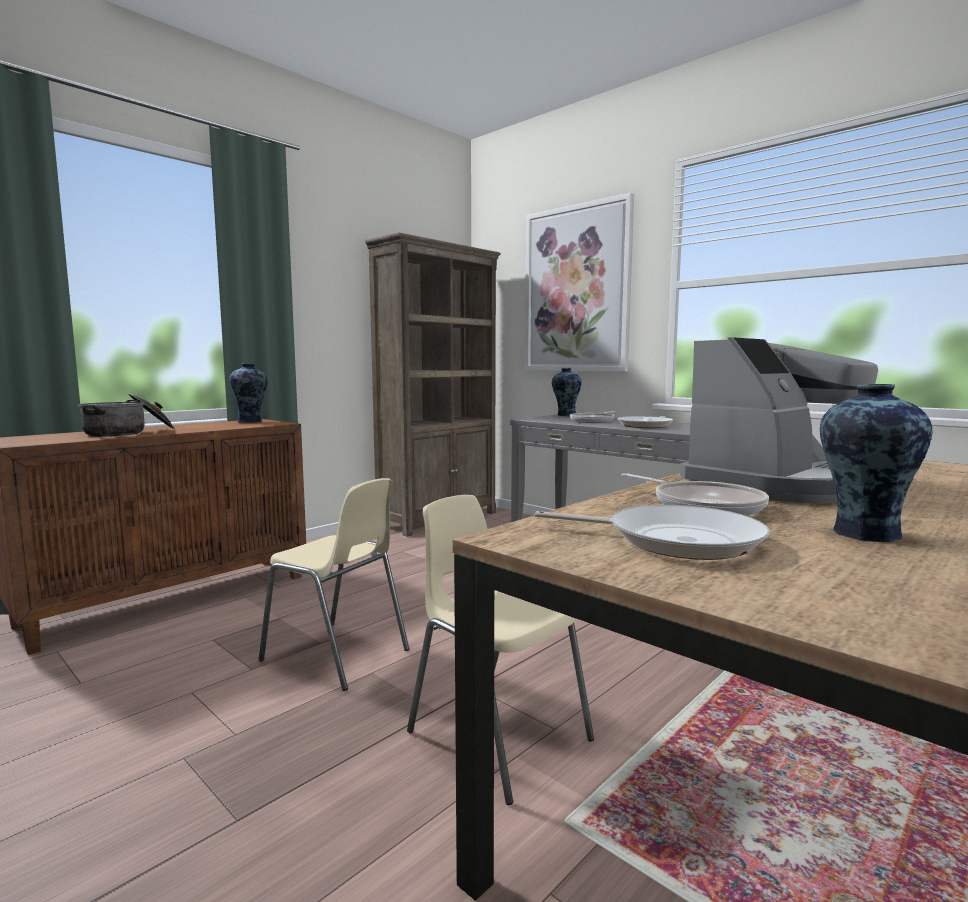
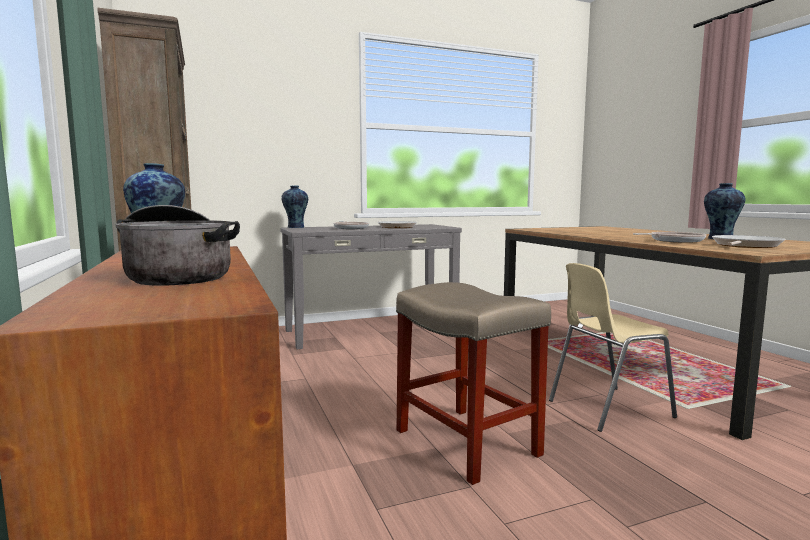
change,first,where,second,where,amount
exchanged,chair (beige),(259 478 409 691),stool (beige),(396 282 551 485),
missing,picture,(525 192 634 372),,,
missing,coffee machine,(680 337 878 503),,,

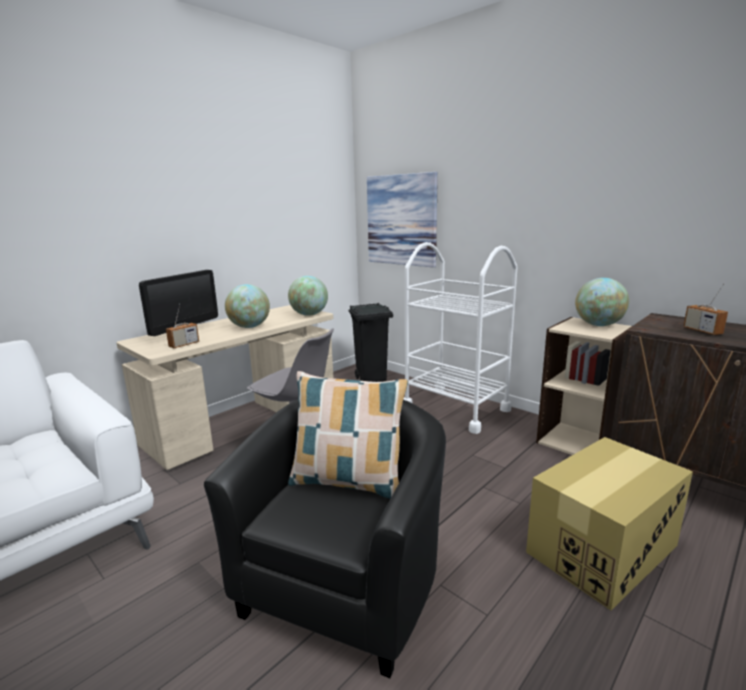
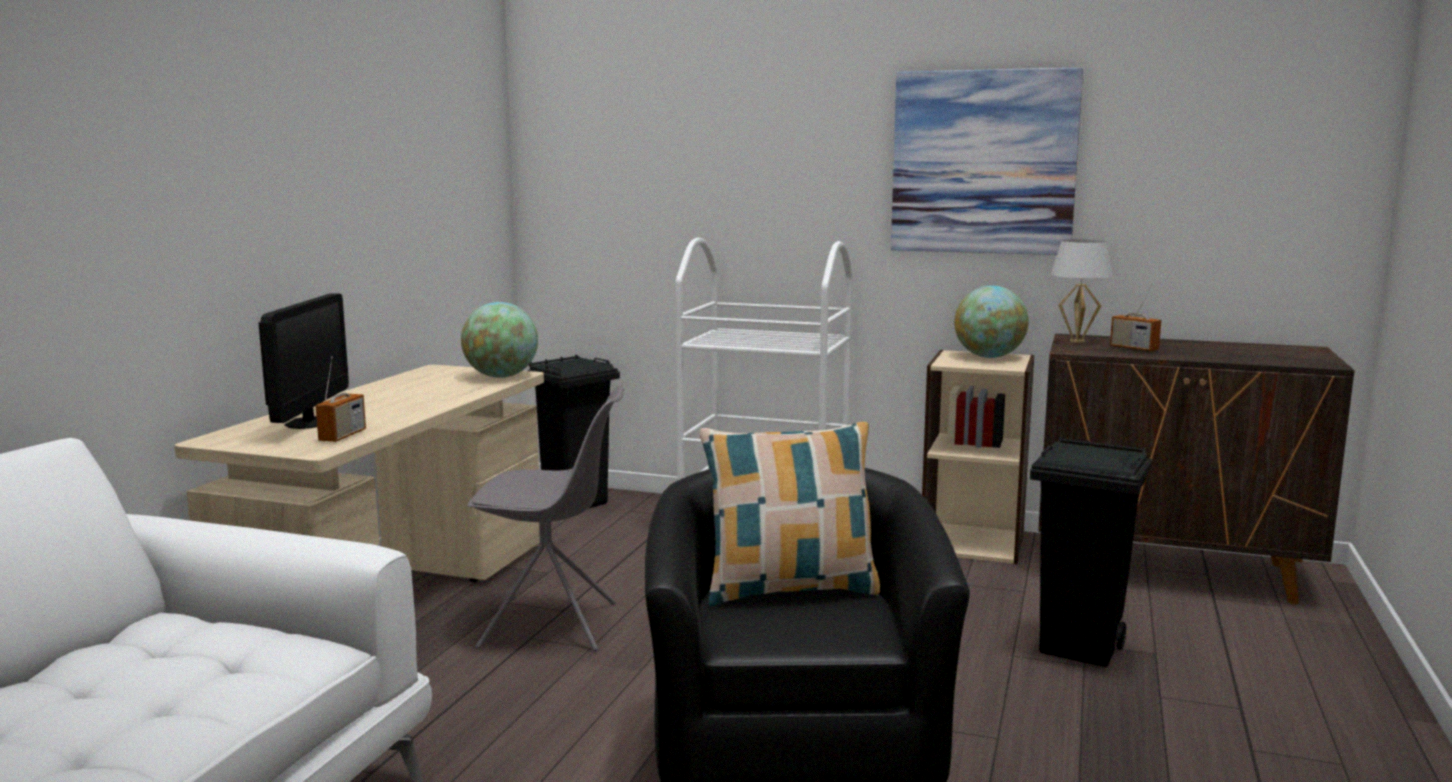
change,first,where,second,where,amount
relocated,picture,(367 172 438 268),,(891 67 1083 255),
exchanged,cardboard box,(526 437 693 610),trash can (black),(1030 437 1152 667),
appeared,,,table lamp (white),(1051 239 1114 343),
missing,globe,(225 284 270 328),,,

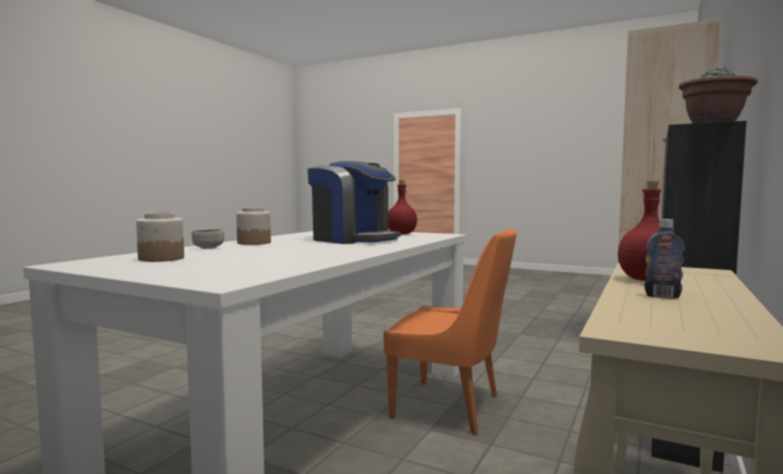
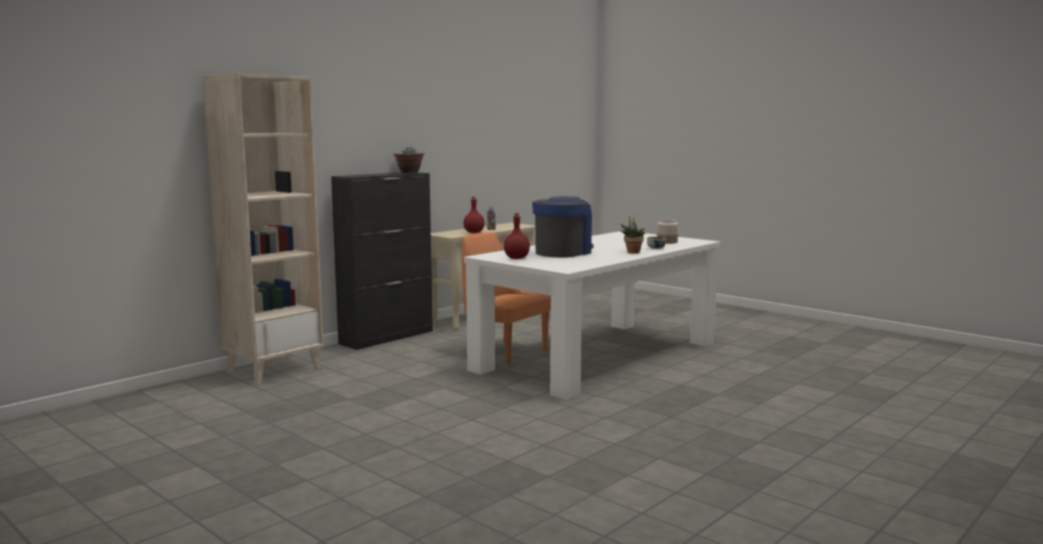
change,first,where,second,where,amount
spun,coffee machine,(308 161 401 244),,(532 196 593 258),75 degrees clockwise
exchanged,jar,(236 207 271 245),potted plant,(620 214 646 253),

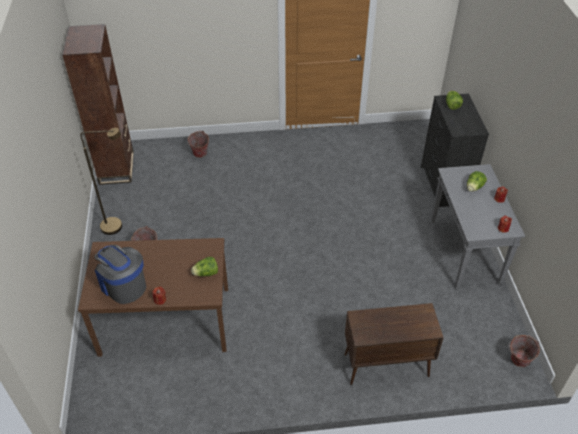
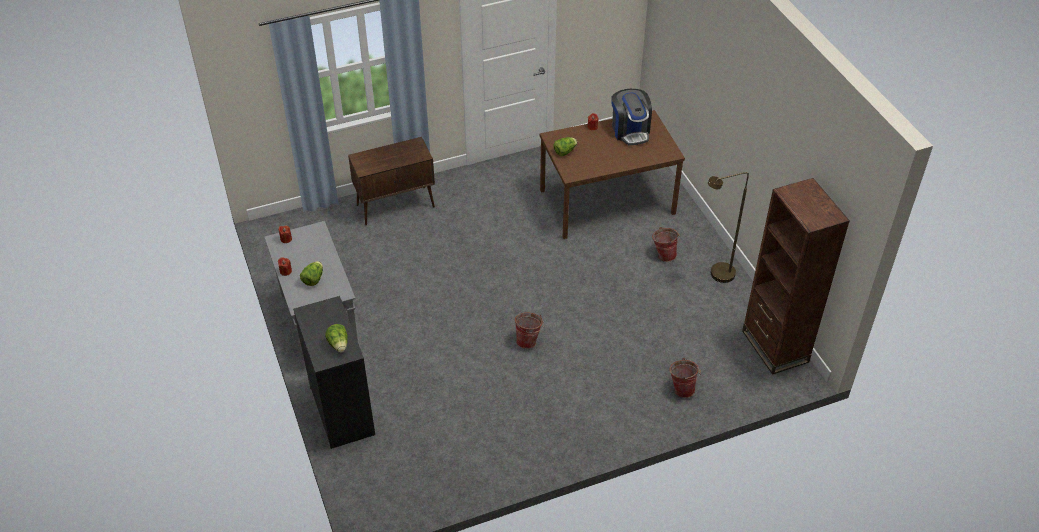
change,first,where,second,where,amount
relocated,bucket,(509 335 540 367),,(515 312 544 349),
spun,coffee machine,(94 245 146 304),,(611 89 652 145),45 degrees clockwise

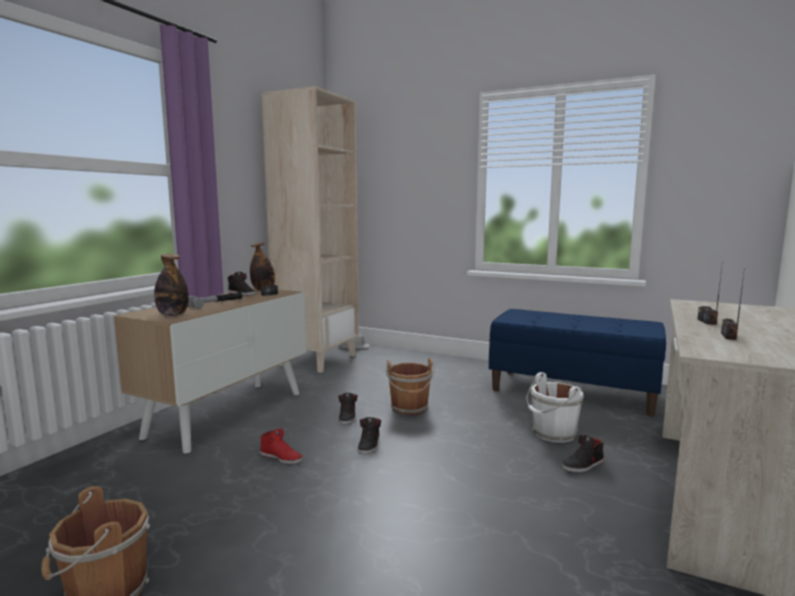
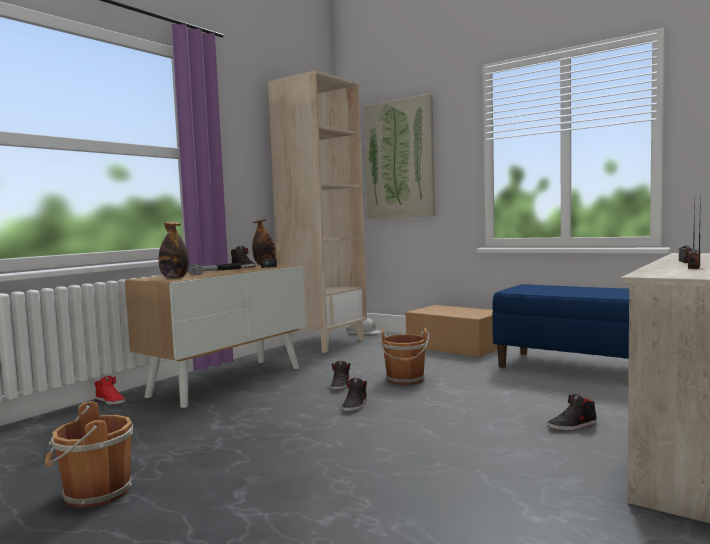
change,first,where,second,where,amount
relocated,shoe (red),(260 428 303 464),,(95 376 125 405),
appeared,,,picture,(364 94 435 219),
appeared,,,cardboard box,(405 305 497 357),
missing,bucket (white),(526 372 584 443),,,

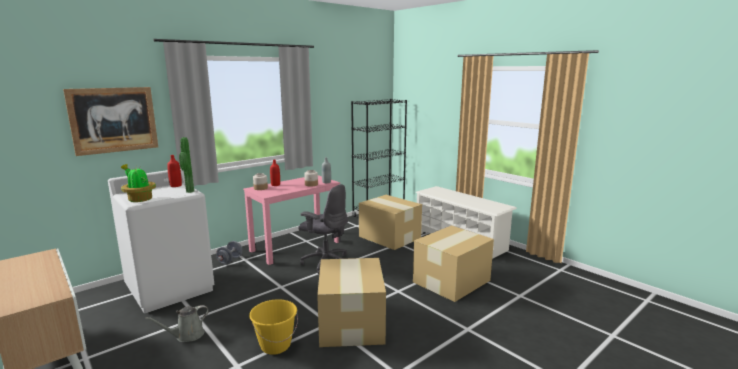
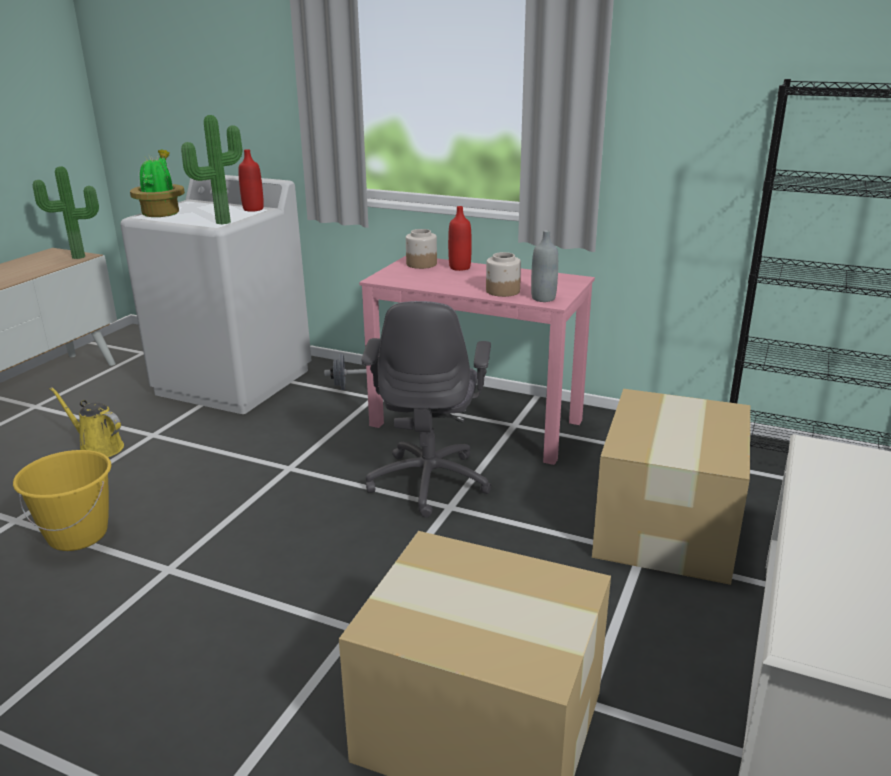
change,first,where,second,where,amount
appeared,,,potted plant,(33 166 99 259),
colour,watering can (grey),(145 305 209 342),watering can (yellow),(50 387 124 457),
missing,picture,(63 87 158 156),,,
missing,cardboard box,(317 258 386 347),,,

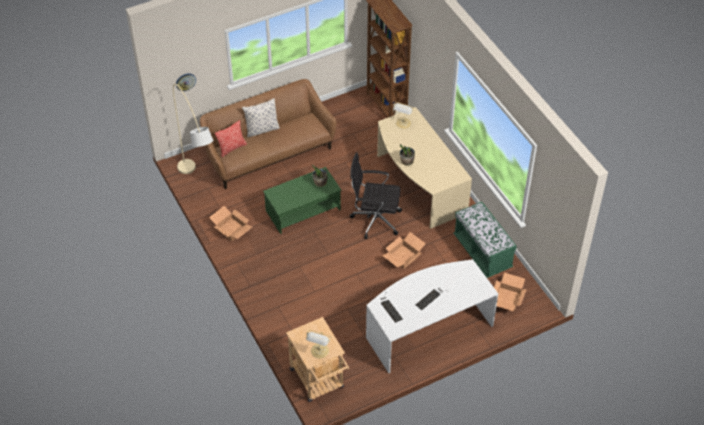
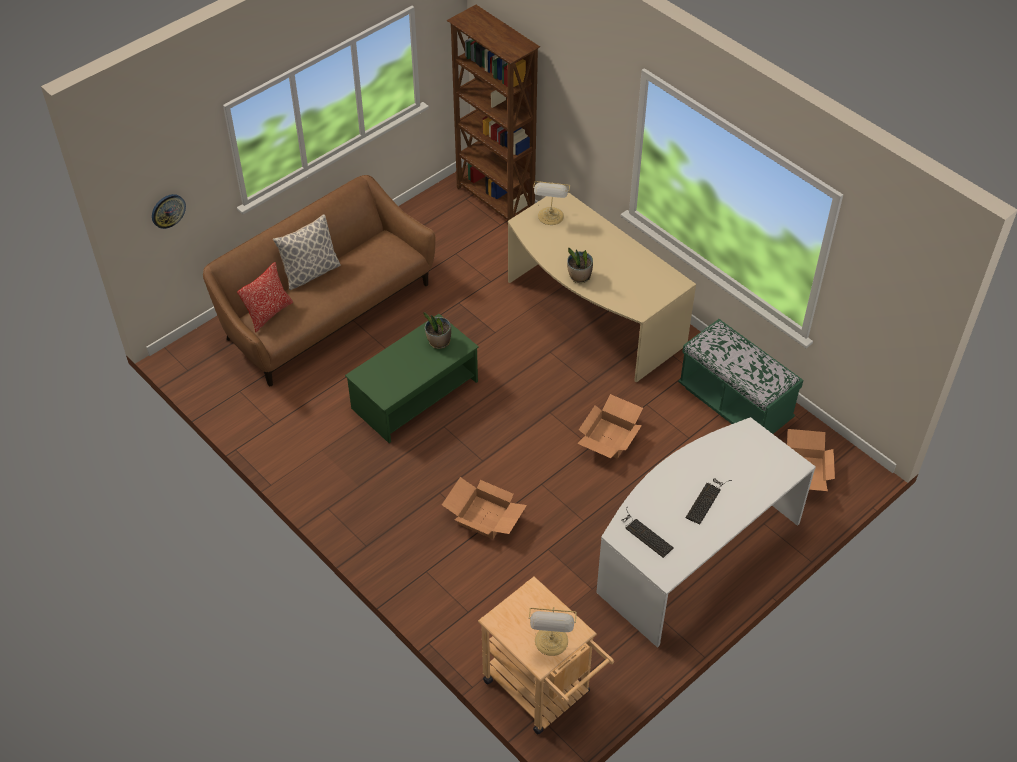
change,first,where,second,where,amount
relocated,cardboard box,(209 206 252 241),,(442 477 527 539),
missing,floor lamp (beige),(173 84 213 174),,,
missing,office chair (black),(350 152 402 239),,,

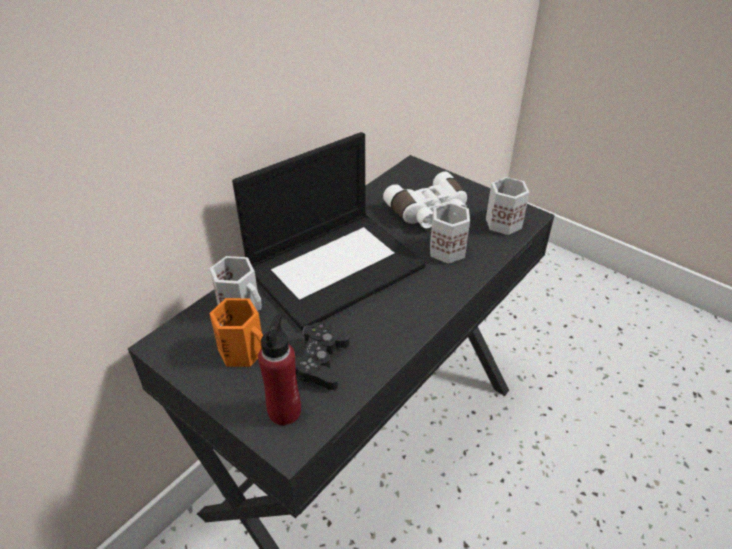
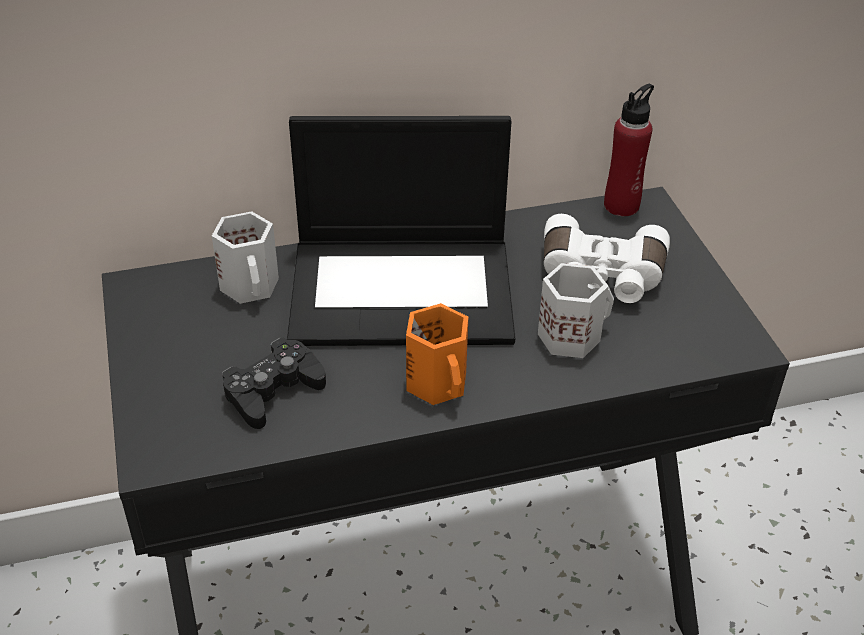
change,first,where,second,where,amount
relocated,mug (orange),(209 298 263 367),,(406 303 468 405),
relocated,bottle (red),(258 315 301 425),,(604 84 654 216),
missing,mug (white),(486 177 530 235),,,

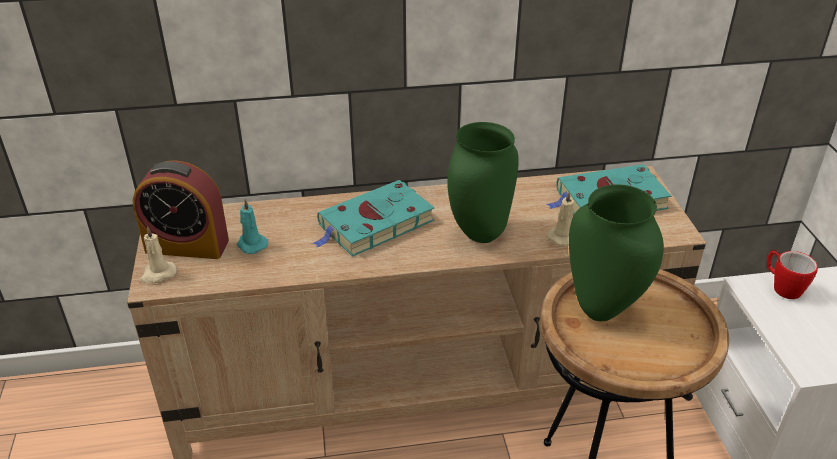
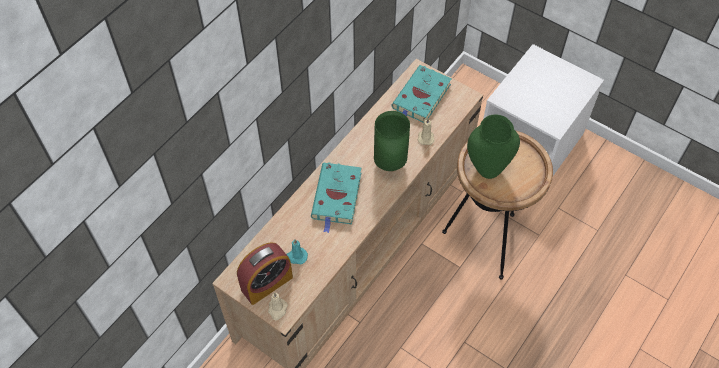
change,first,where,second,where,amount
missing,mug,(767 250 818 299),,,

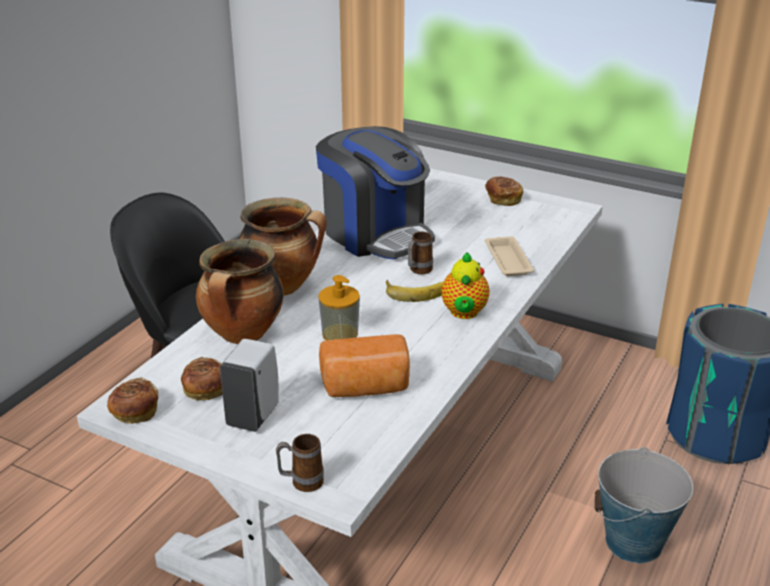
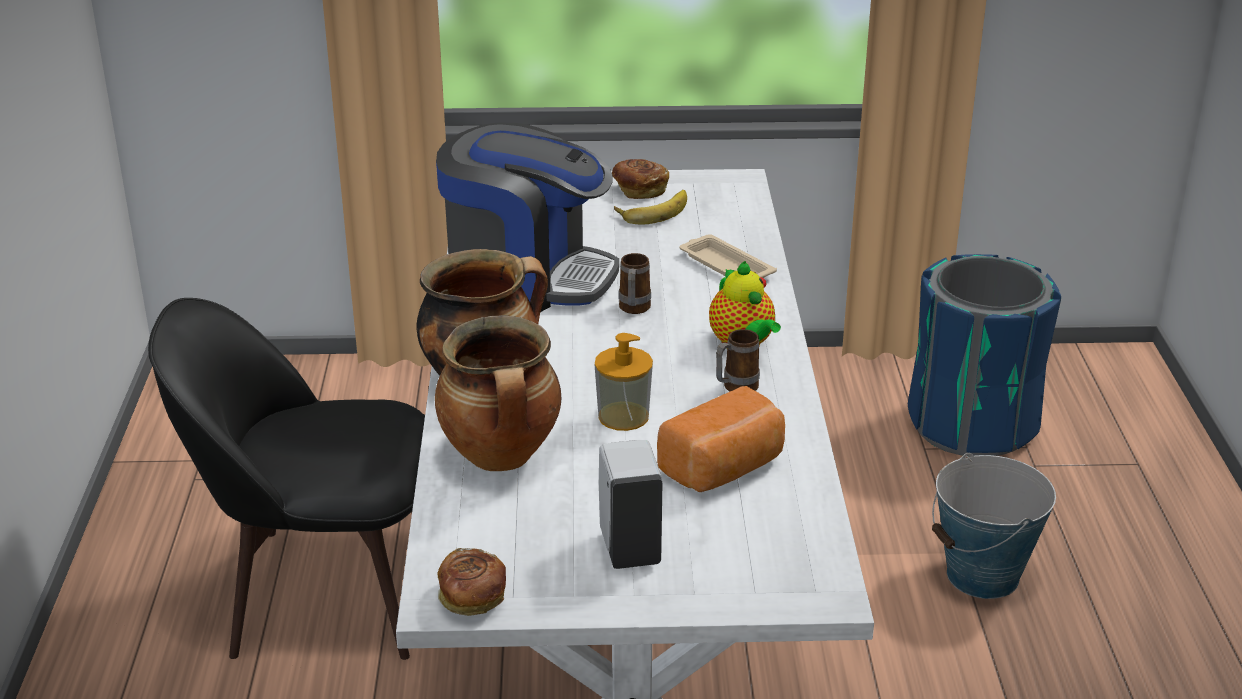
change,first,where,second,where,amount
relocated,banana,(386 280 443 302),,(614 190 687 225),
relocated,mug,(276 434 324 492),,(716 329 760 392),
missing,bread,(181 357 223 400),,,

